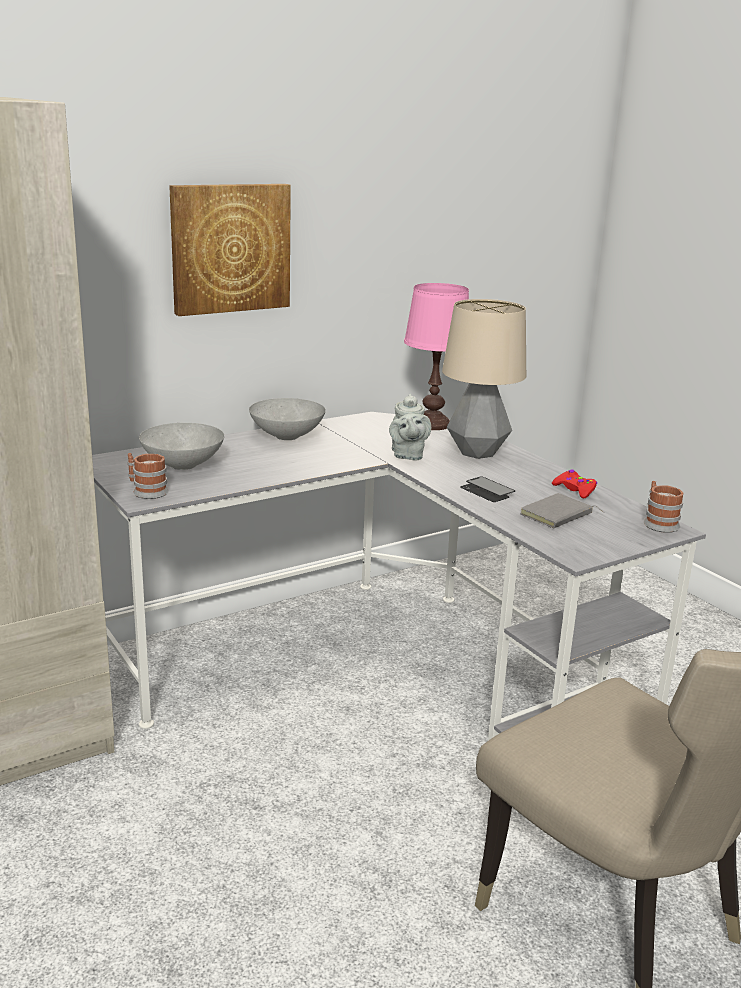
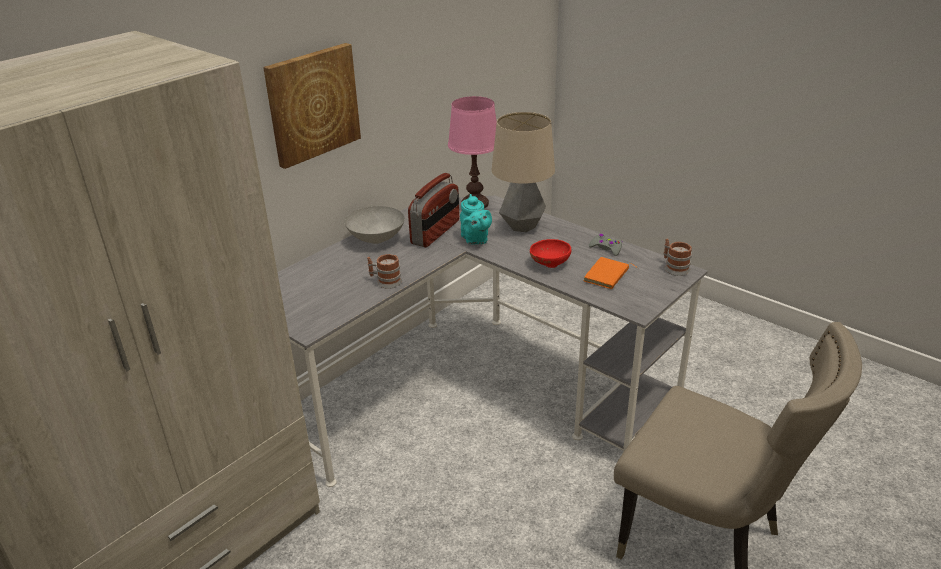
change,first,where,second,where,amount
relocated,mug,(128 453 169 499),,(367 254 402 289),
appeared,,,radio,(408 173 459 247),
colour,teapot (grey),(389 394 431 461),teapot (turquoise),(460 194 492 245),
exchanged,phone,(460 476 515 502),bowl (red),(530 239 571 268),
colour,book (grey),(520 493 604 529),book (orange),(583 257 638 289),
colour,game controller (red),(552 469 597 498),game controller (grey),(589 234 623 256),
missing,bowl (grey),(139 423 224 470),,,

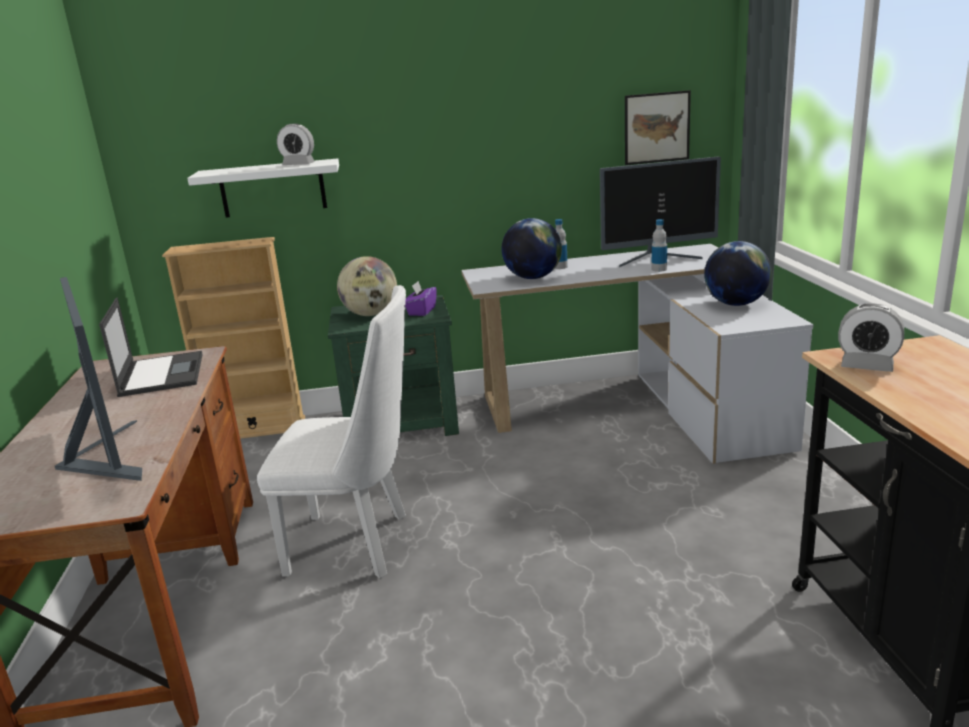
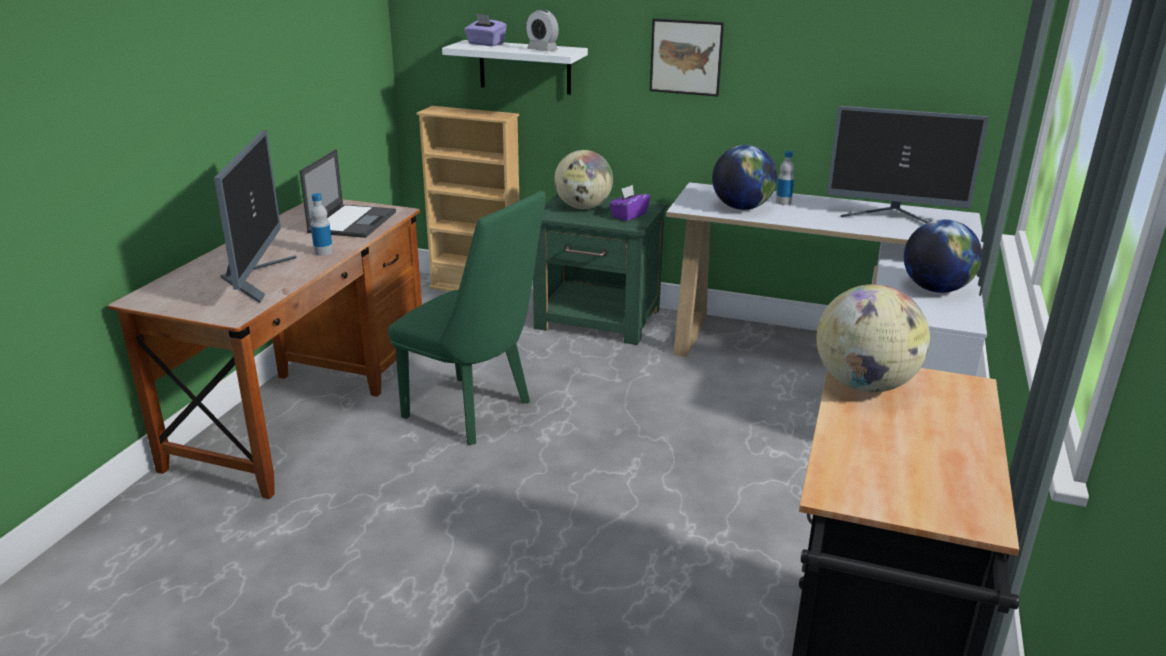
change,first,where,second,where,amount
relocated,bottle,(652 219 667 272),,(310 193 333 256),
colour,chair (white),(257 285 406 578),chair (green),(388 191 546 445),
appeared,,,tissue box (purple),(464 14 507 46),
relocated,picture,(625 90 691 165),,(650 18 724 97),
exchanged,alarm clock,(838 303 904 372),globe,(816 284 930 393),

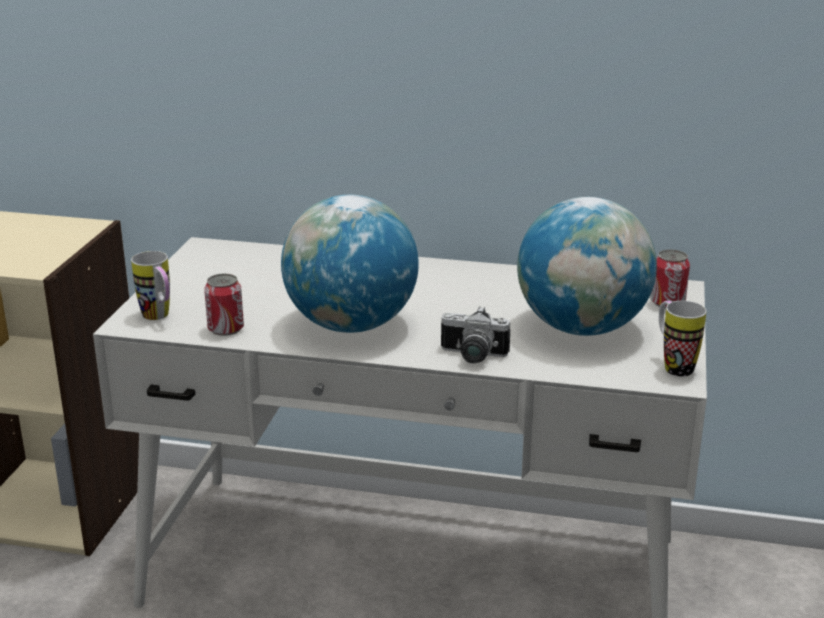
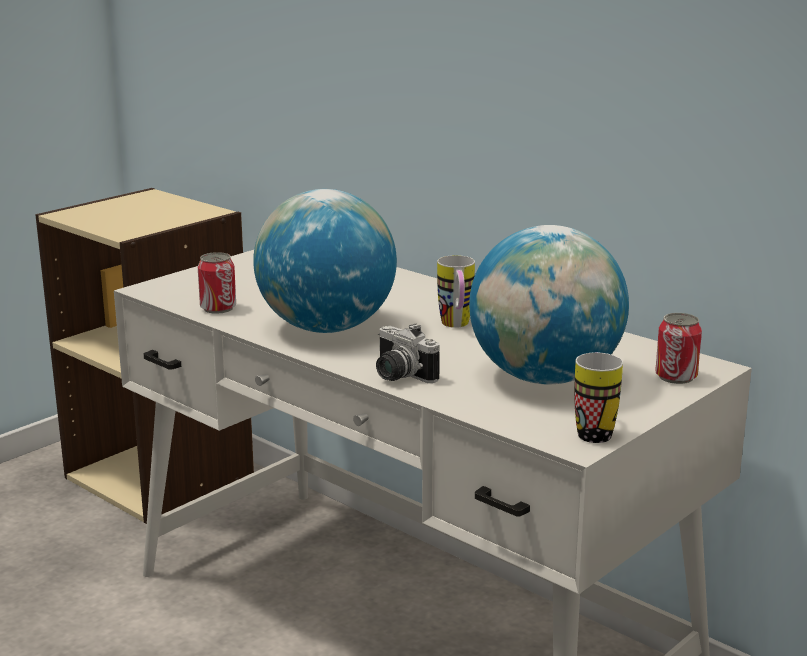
change,first,where,second,where,amount
relocated,mug,(131 251 170 320),,(437 255 475 328),

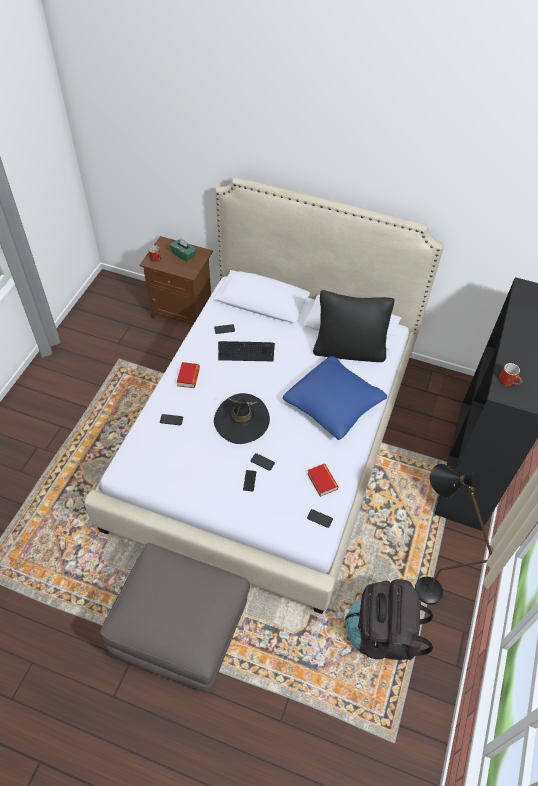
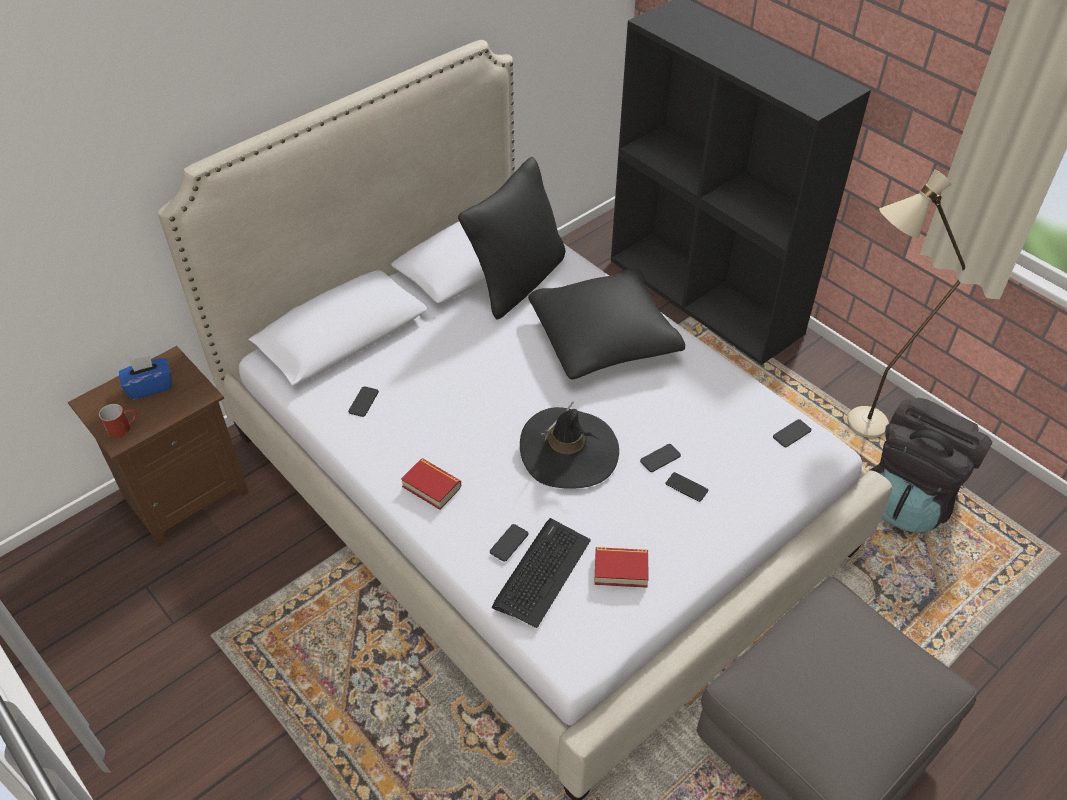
change,first,where,second,where,amount
colour,tissue box (green),(170 238 196 262),tissue box (blue),(119 355 171 400),
relocated,keyboard,(218 341 275 361),,(492 518 591 628),
colour,pillow (blue),(283 356 387 440),pillow (black),(528 269 685 379),
relocated,book,(308 464 339 497),,(594 547 649 588),
colour,floor lamp (black),(415 464 492 605),floor lamp (beige),(847 170 965 438),
missing,mug (red),(499 363 522 386),,,

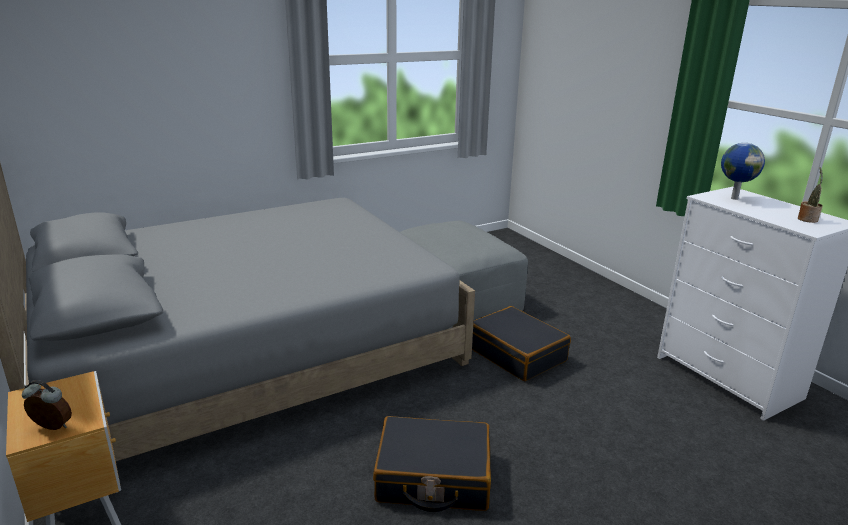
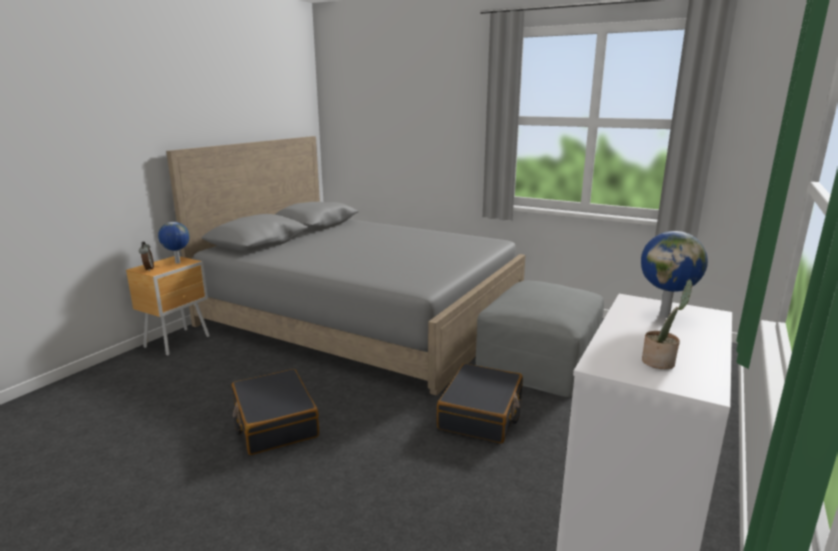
change,first,where,second,where,amount
appeared,,,globe,(158 222 190 264),

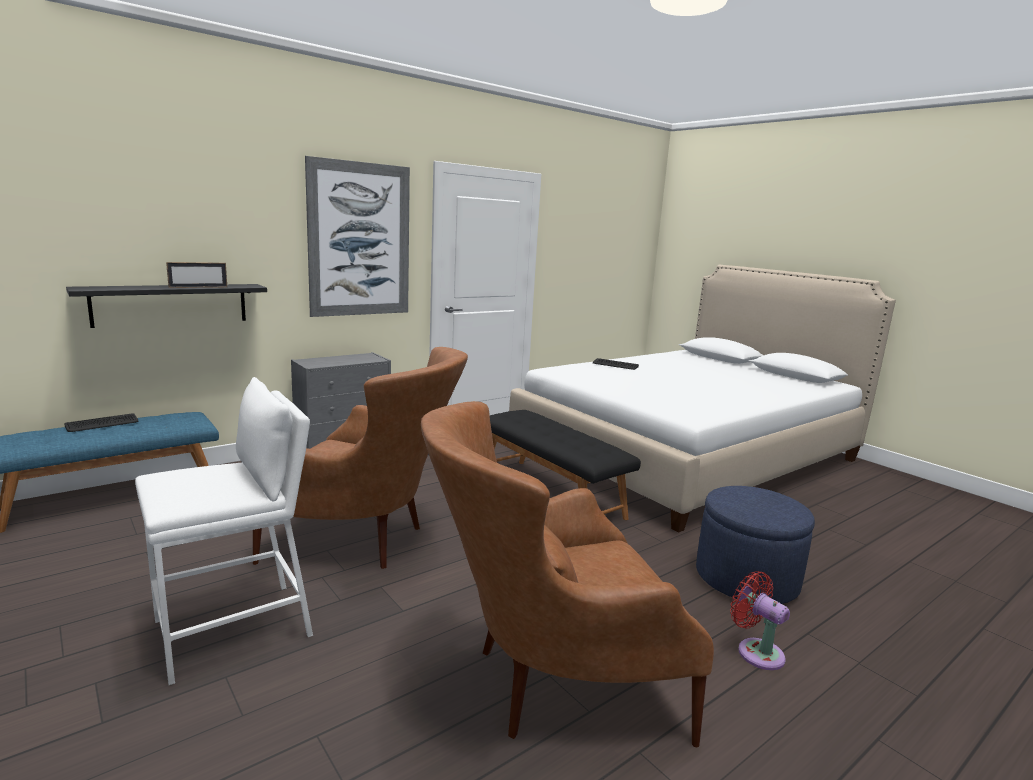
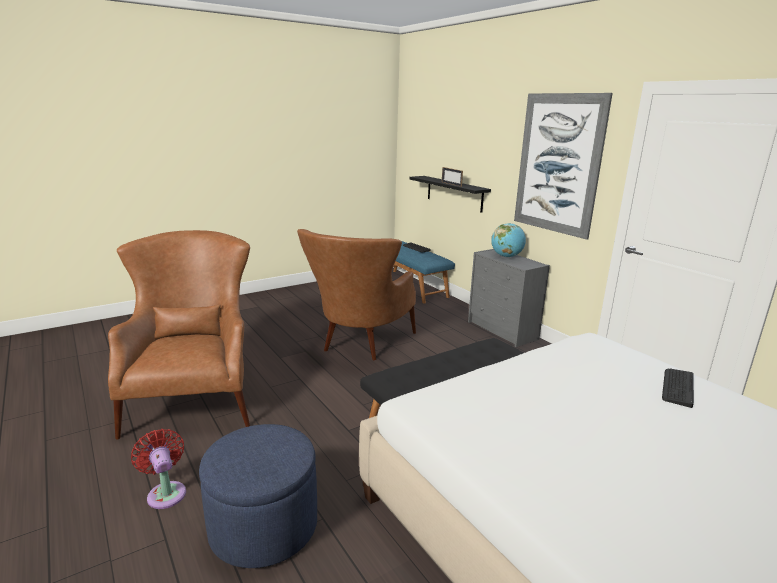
change,first,where,second,where,amount
spun,fan (red),(730 571 790 670),,(131 429 186 509),90 degrees counterclockwise
appeared,,,globe,(491 223 526 257),
missing,stool (white),(135 377 313 685),,,

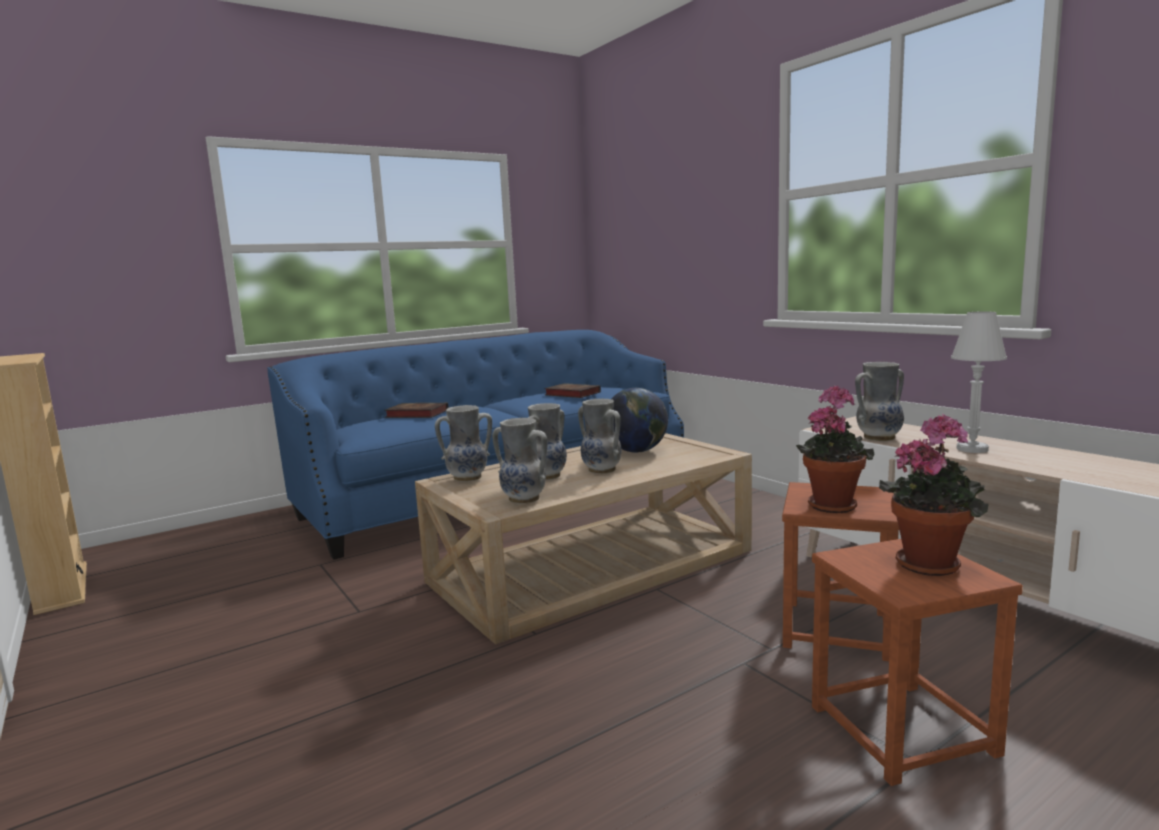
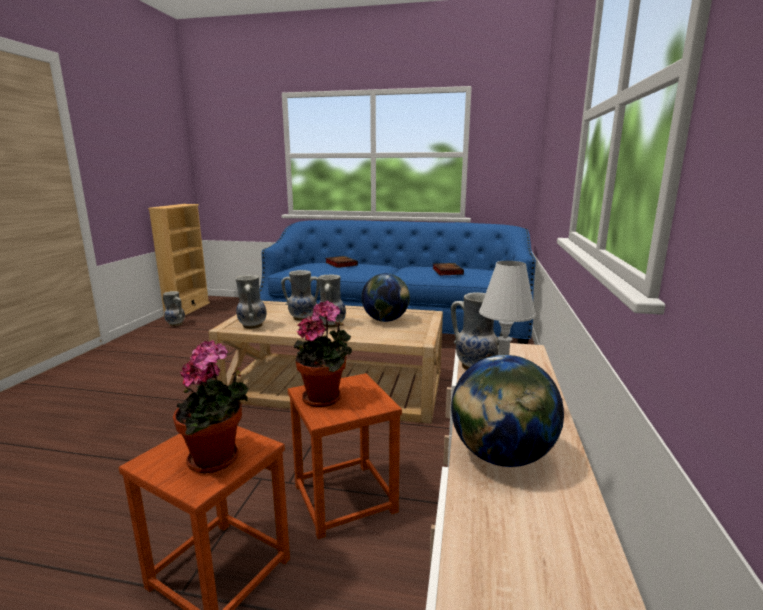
change,first,where,second,where,amount
relocated,vase,(435 405 492 482),,(163 291 185 326),
appeared,,,globe,(451 355 564 467),

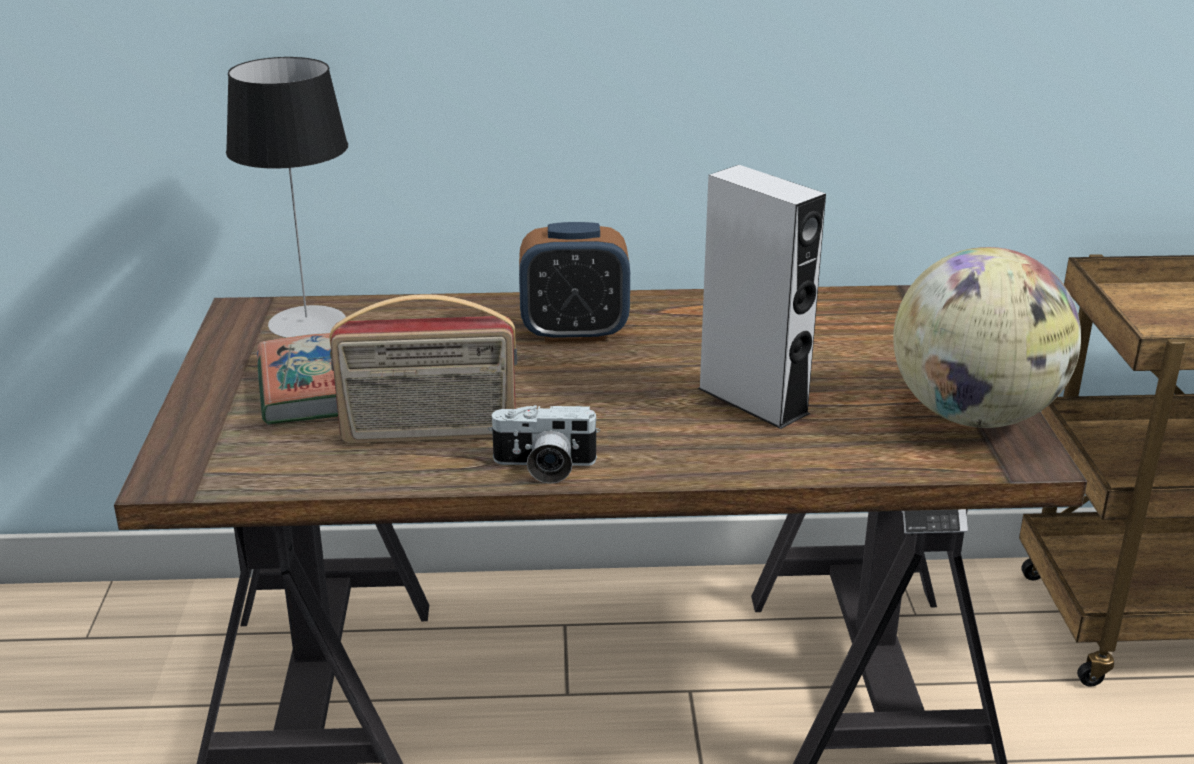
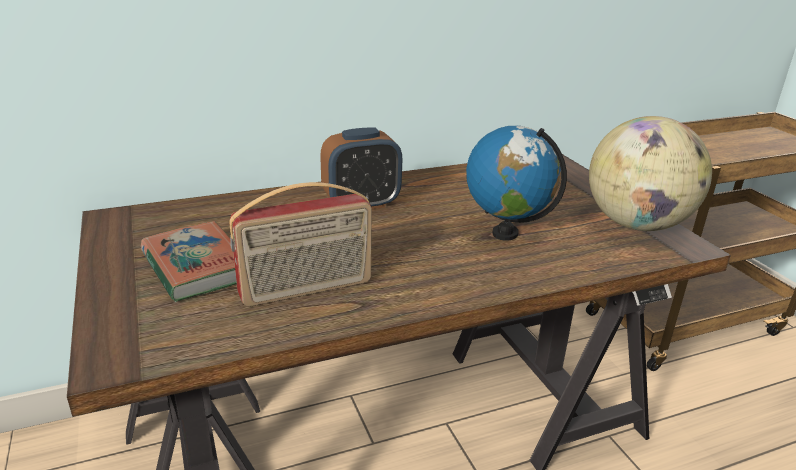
change,first,where,second,where,amount
exchanged,speaker (grey),(697 165 826 429),globe,(466 126 567 241),
missing,table lamp,(226 57 348 337),,,
missing,photo camera,(488 405 600 484),,,

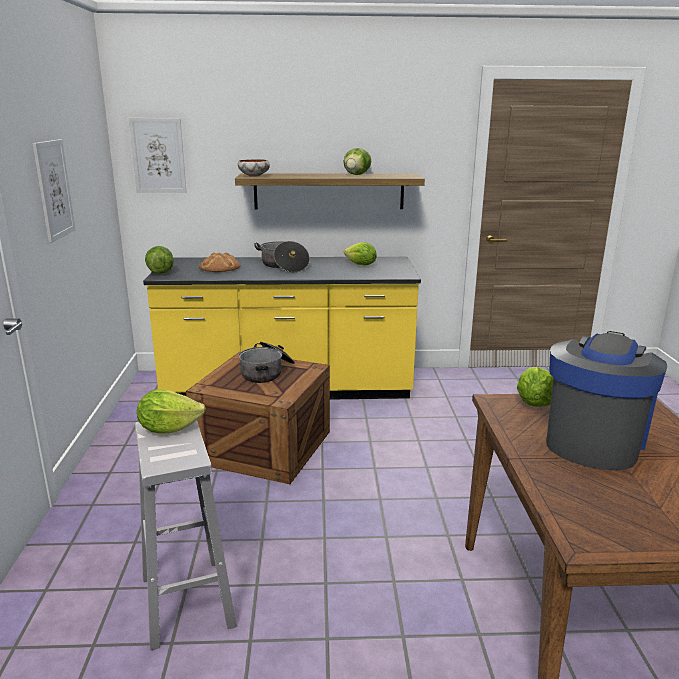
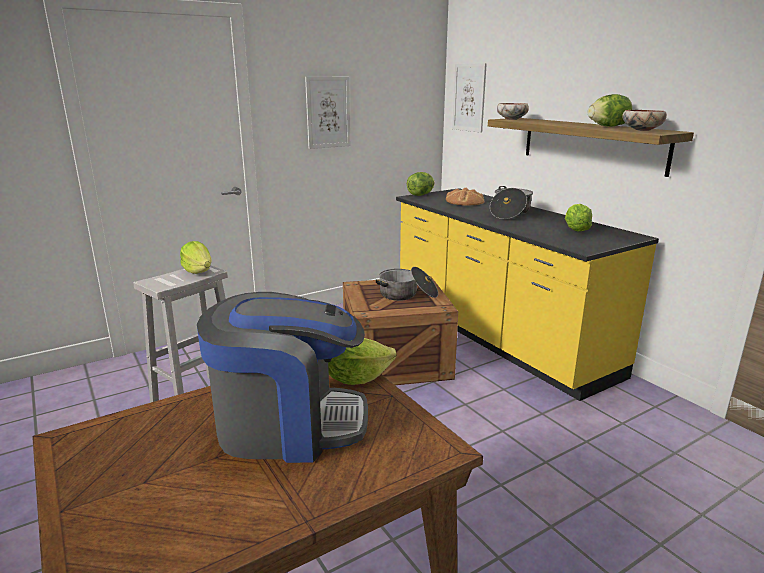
change,first,where,second,where,amount
appeared,,,bowl,(622 110 667 131),

